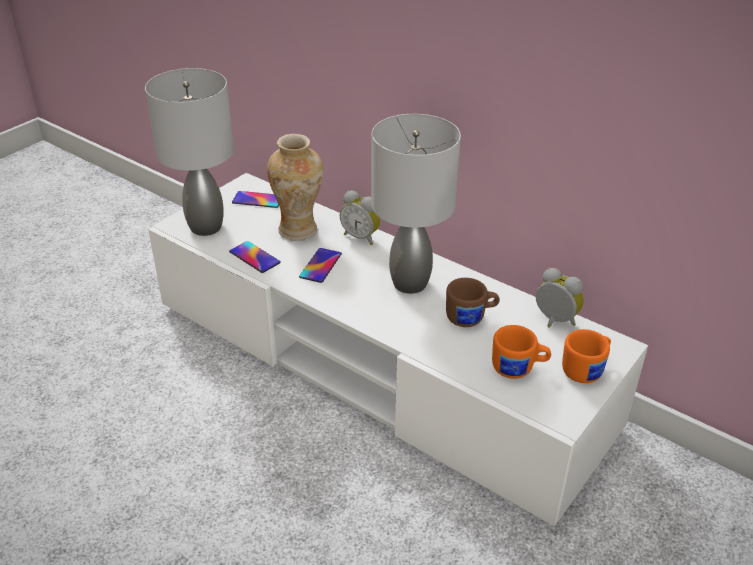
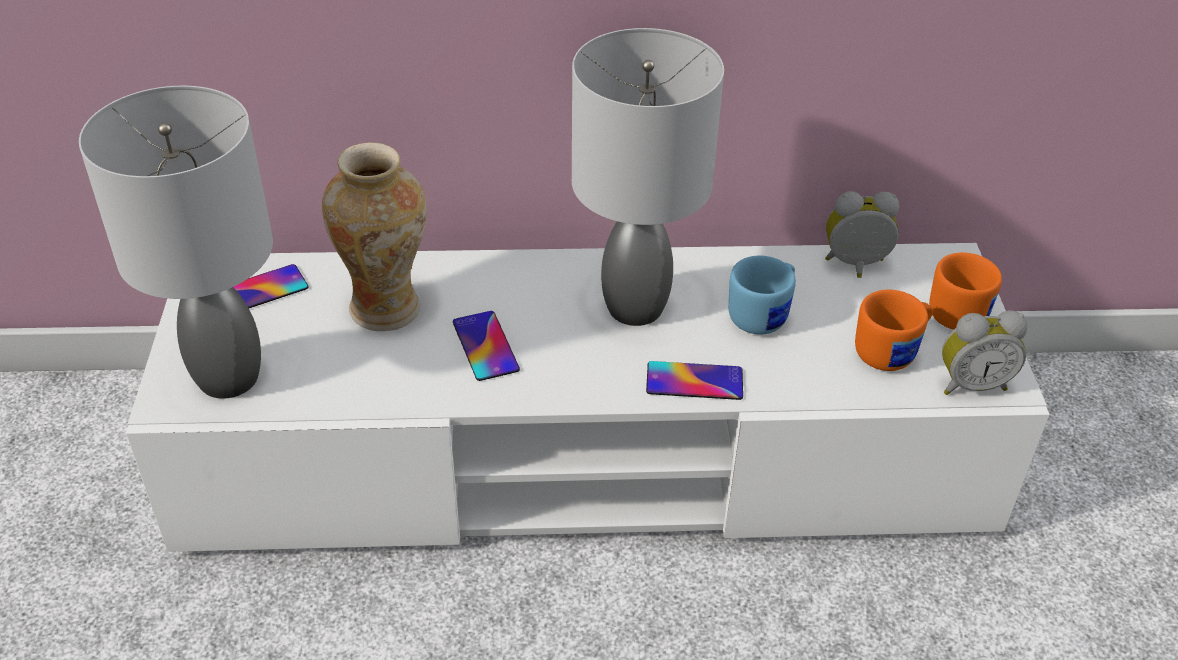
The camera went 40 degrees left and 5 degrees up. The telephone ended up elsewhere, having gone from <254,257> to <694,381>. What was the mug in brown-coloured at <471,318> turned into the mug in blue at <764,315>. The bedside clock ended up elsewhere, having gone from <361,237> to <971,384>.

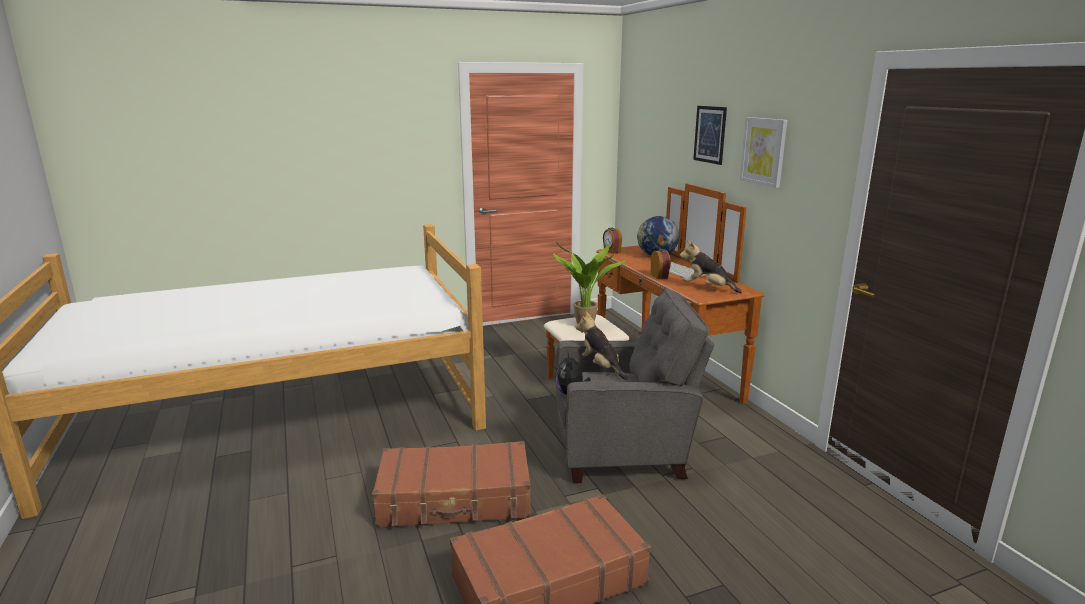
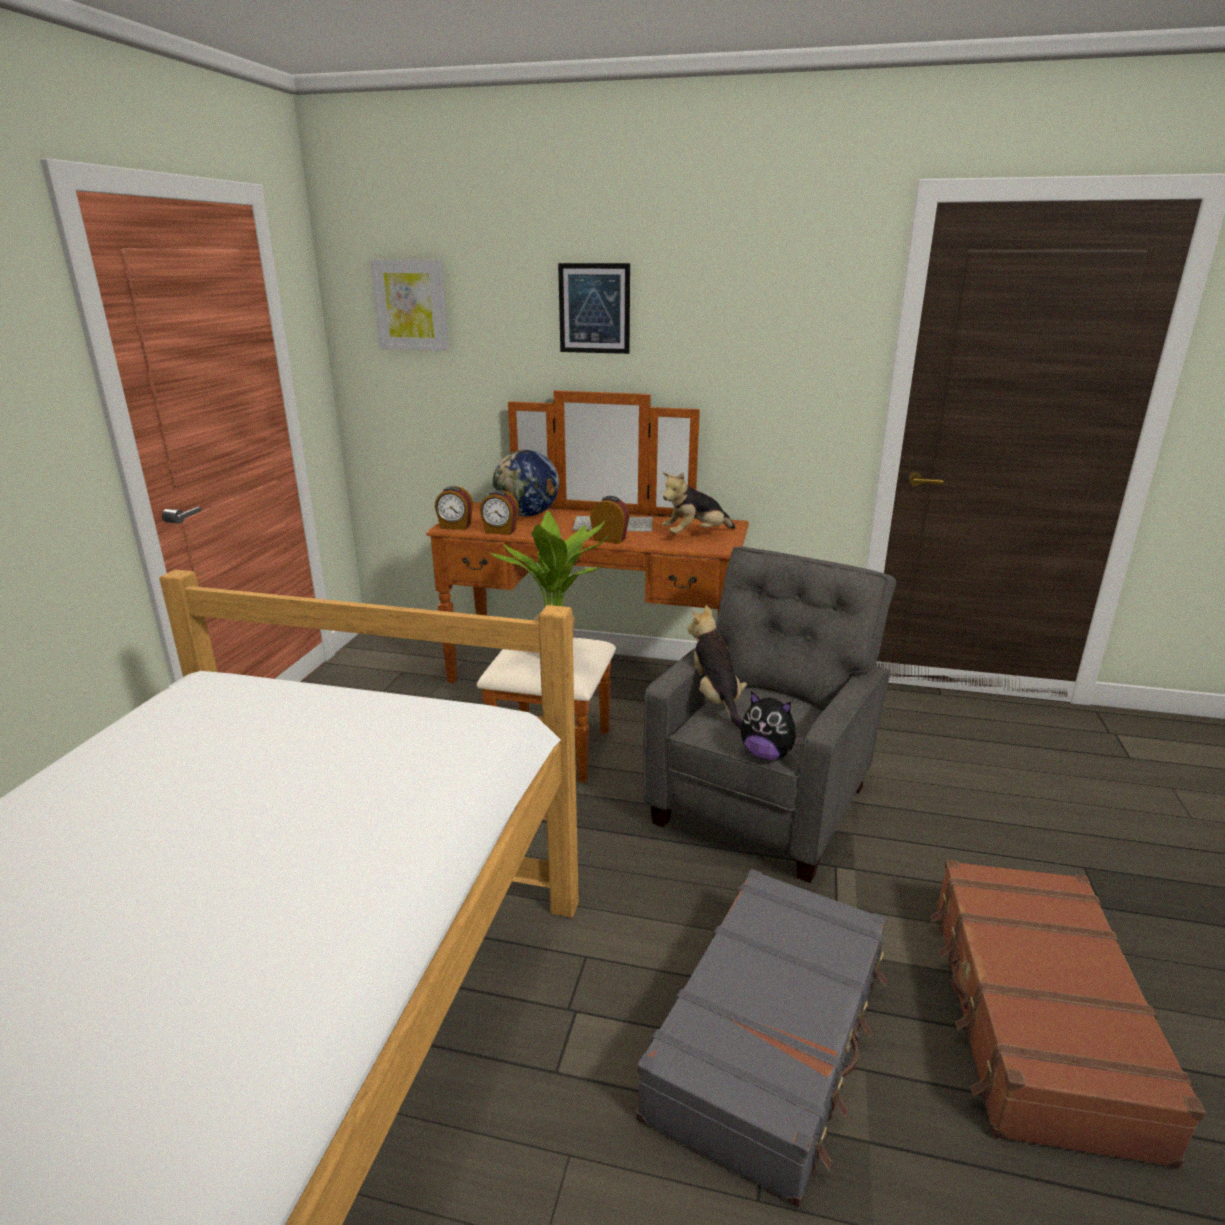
The camera went 55 degrees left and 5 degrees up. The wall art ended up elsewhere, having gone from <764,151> to <411,305>. The second view gained the bedside clock at <500,531>. What was the piece of luggage in brown-coloured at <455,500> turned into the piece of luggage in greyish at <771,1038>. The soft toy at <600,367> ended up facing another way, 75 degrees clockwise from before.

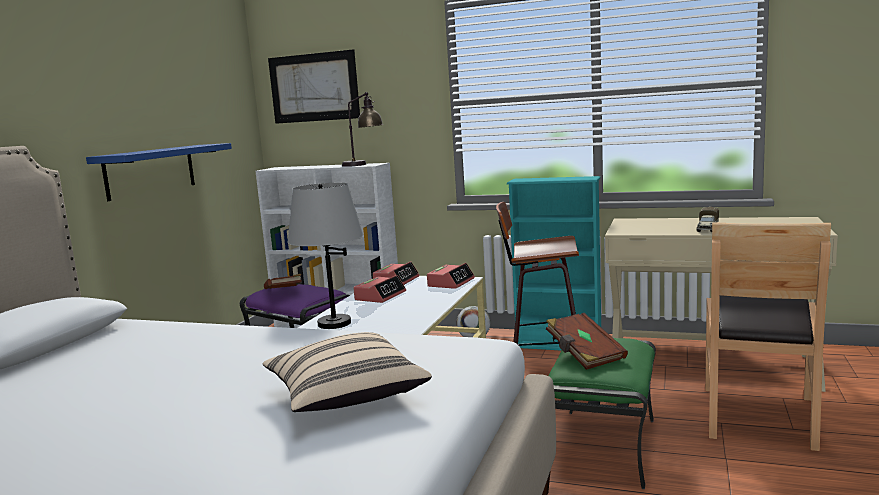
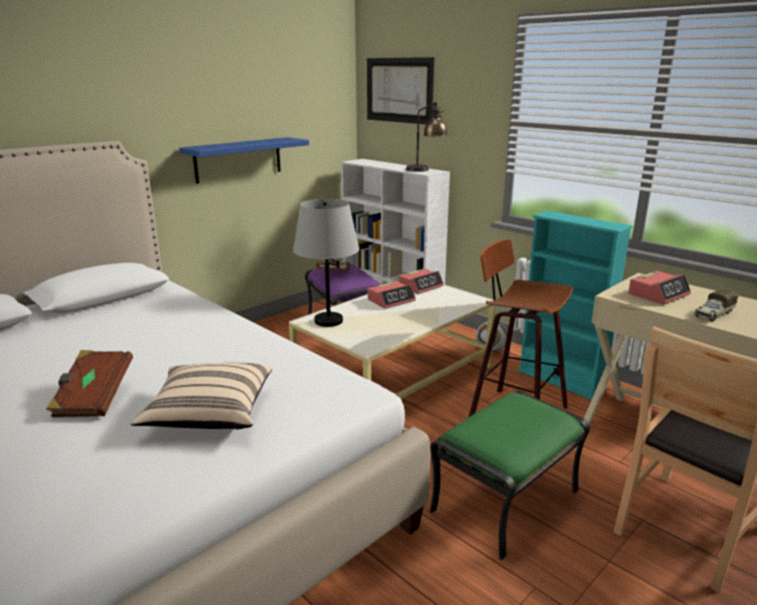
The camera went 25 degrees right and 10 degrees up. The bound book in brown-coloured ended up elsewhere, having gone from <584,355> to <93,398>. The bedside clock ended up elsewhere, having gone from <451,283> to <658,294>.

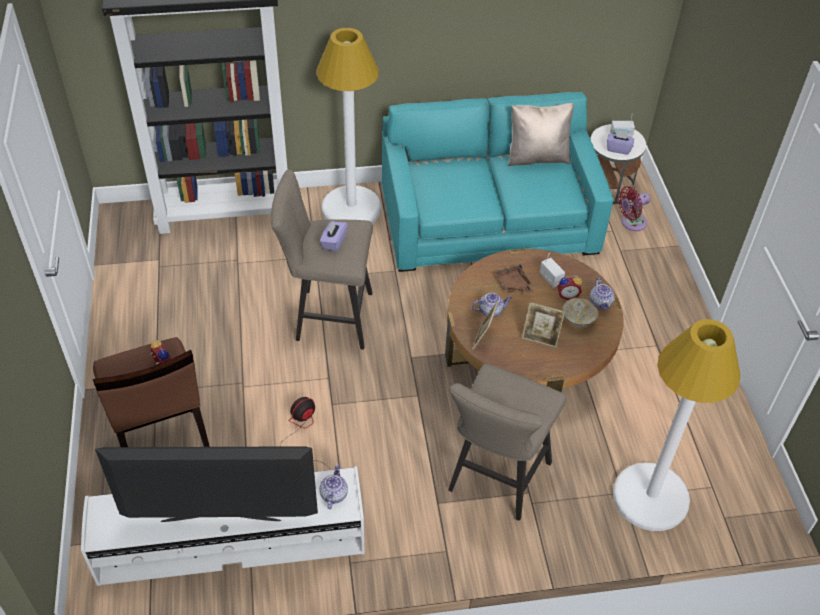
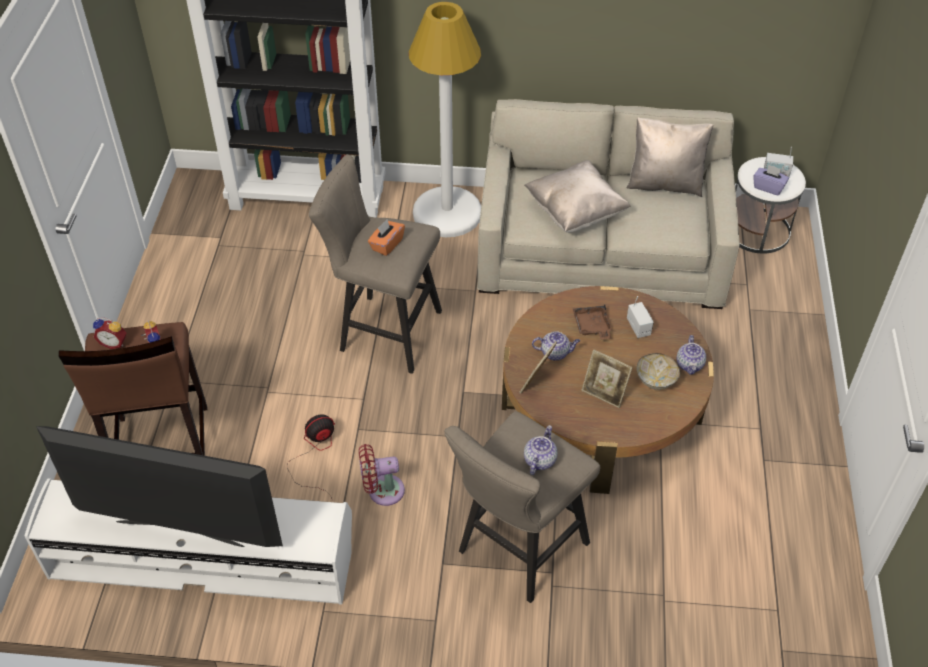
The camera went 15 degrees right and 0 degrees up. The bedside clock ended up elsewhere, having gone from <567,295> to <114,342>. The fan in red-coloured ended up elsewhere, having gone from <631,223> to <382,491>. What was the tissue holder in purple at <334,242> turned into the tissue holder in orange-coloured at <386,244>. What was the sofa in turquoise-coloured at <489,219> turned into the sofa in sand-coloured at <602,248>. The second view gained the cushion in sand-coloured at <575,212>. The teapot ended up elsewhere, having gone from <333,494> to <539,460>. The second view lost the floor lamp in white-coloured at <650,497>.

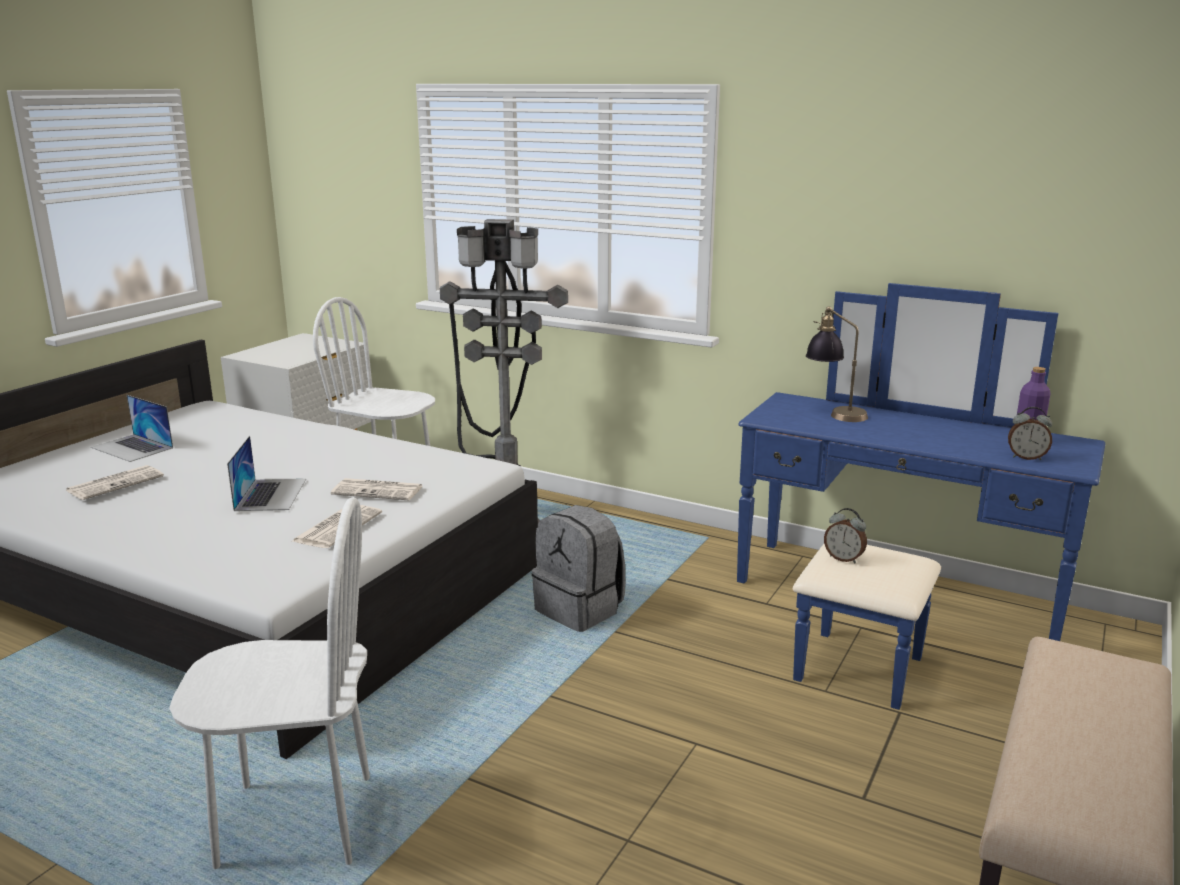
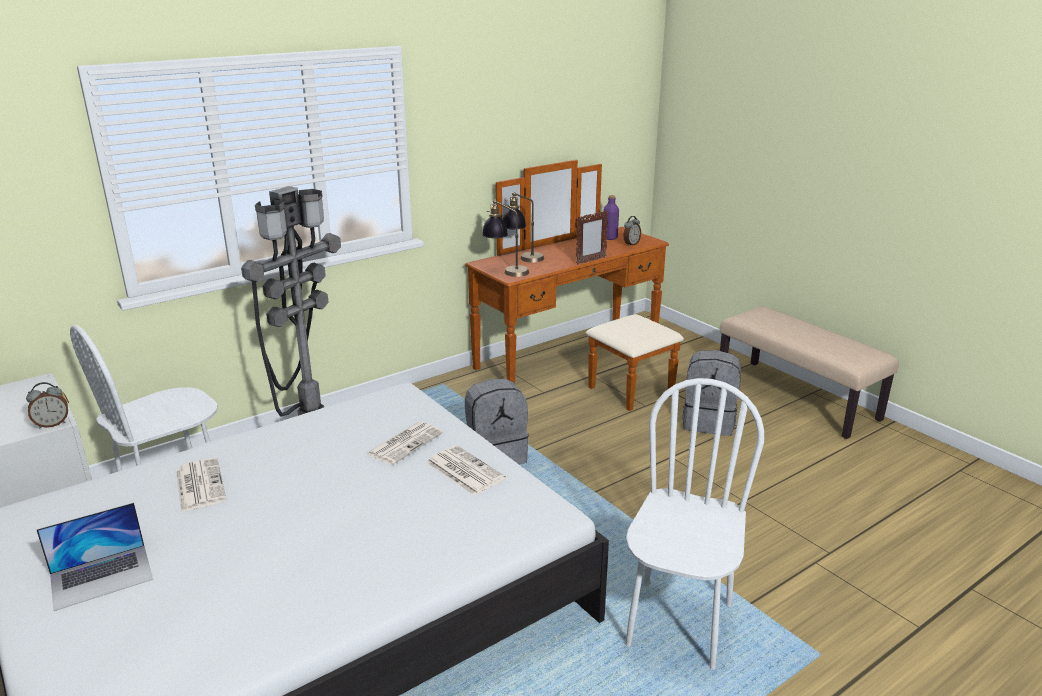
The camera went 65 degrees left and 5 degrees up. The bedside clock ended up elsewhere, having gone from <844,558> to <52,424>. The daily paper ended up elsewhere, having gone from <116,483> to <199,485>. What was the chest of drawers in blue at <890,611> turned into the chest of drawers in brown-coloured at <582,362>. The second view gained the tabletop lamp at <505,271>. The second view gained the standing frame at <590,261>. The second view gained the knapsack in greyish at <709,422>. The second view lost the laptop at <270,494>.

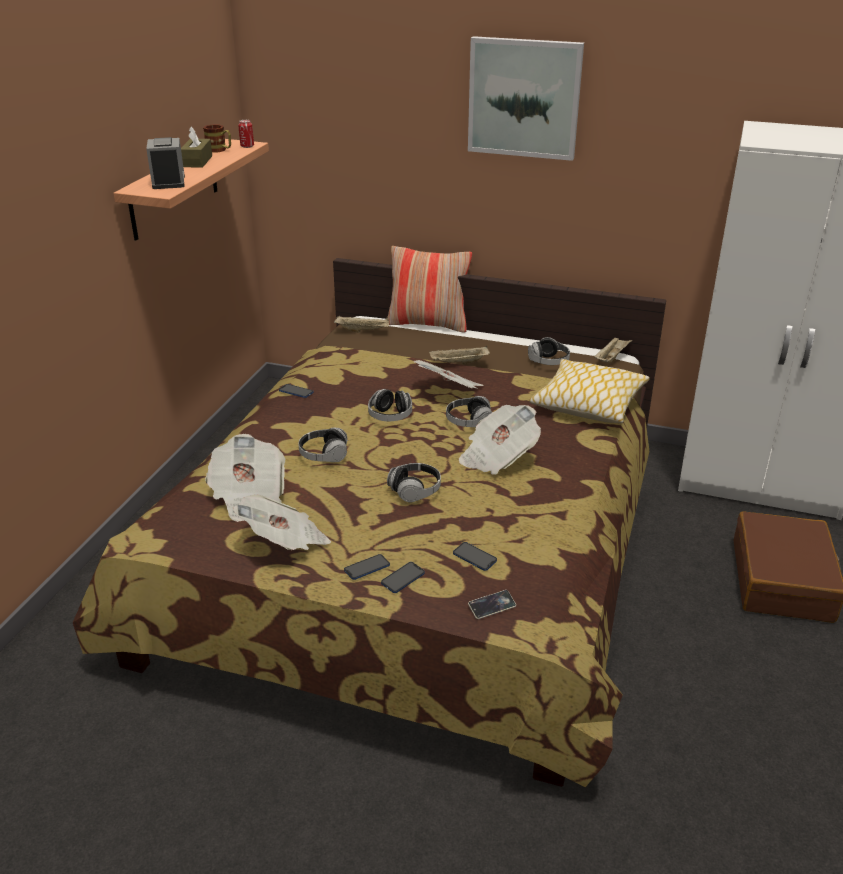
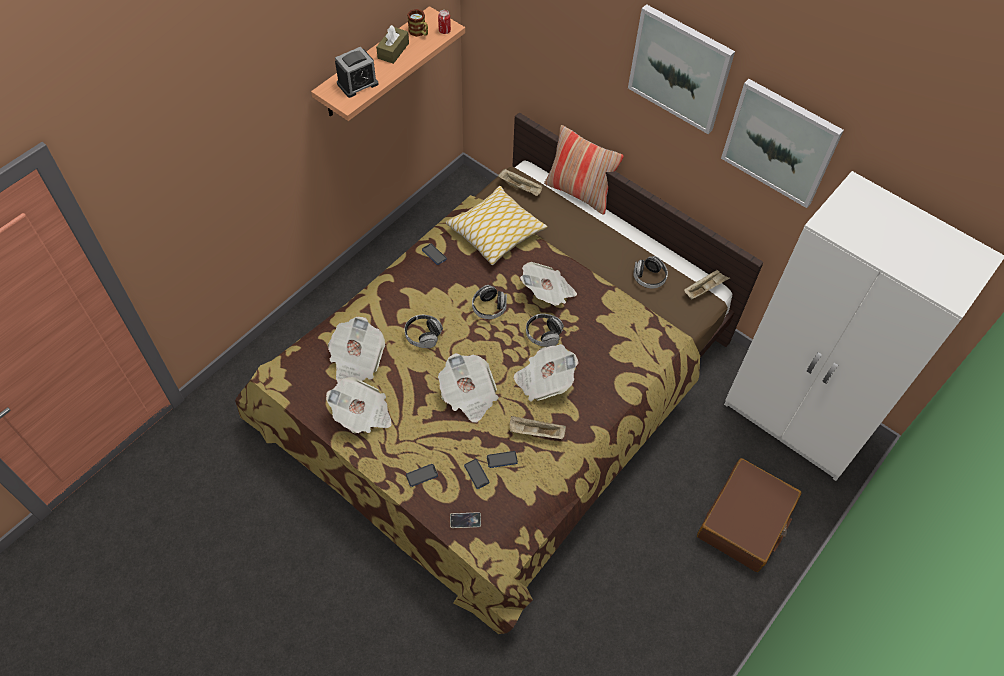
The camera went 20 degrees right and 25 degrees up. The bedside clock at <168,181> ended up facing another way, 45 degrees clockwise from before. Where the pair of headphones stood at <415,491>, the daily paper came to stand at <468,395>. The cushion ended up elsewhere, having gone from <588,403> to <496,232>. The telephone ended up elsewhere, having gone from <367,568> to <502,459>. The serving tray in sand-coloured ended up elsewhere, having gone from <459,363> to <535,433>. The second view gained the wall art at <780,142>.

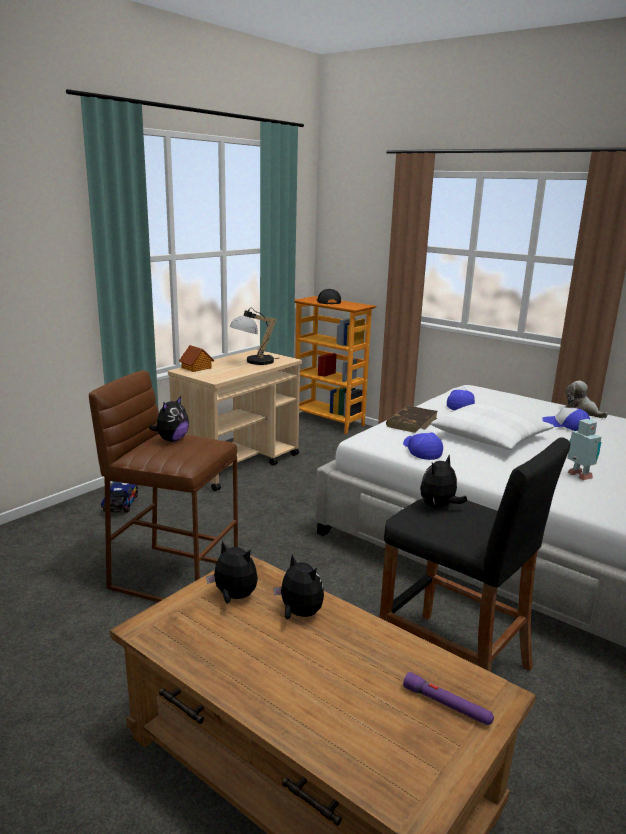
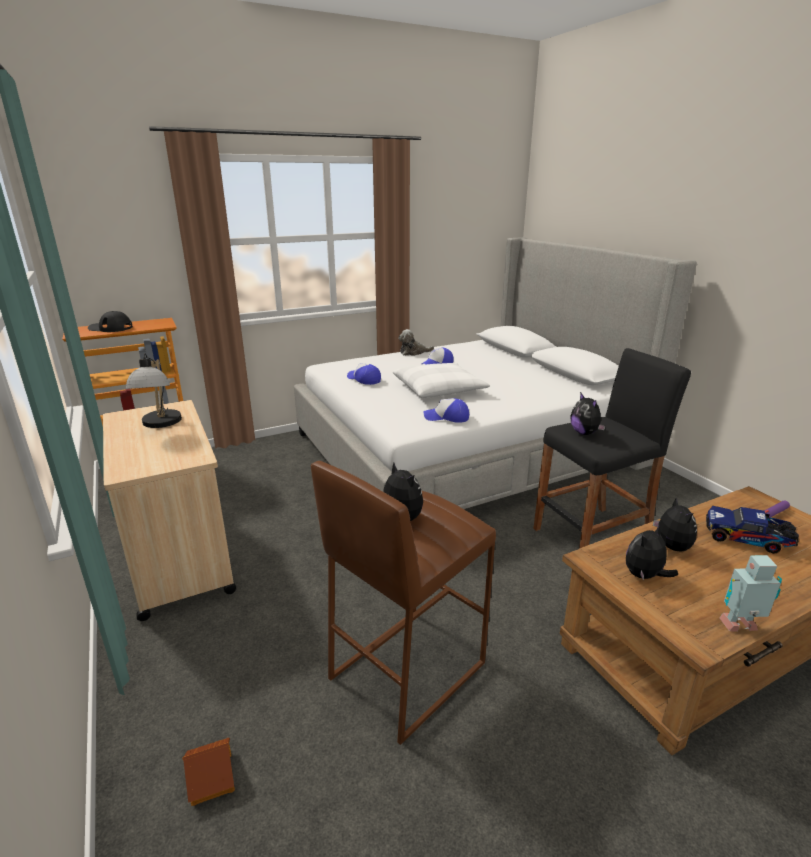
The camera went 65 degrees left and 5 degrees up. The model house ended up elsewhere, having gone from <196,368> to <213,777>. The soft toy at <299,614> ended up facing another way, 105 degrees clockwise from before. The model truck ended up elsewhere, having gone from <120,506> to <747,539>. The robot figure ended up elsewhere, having gone from <579,476> to <740,627>. The second view lost the bound book in brown-coloured at <412,422>.

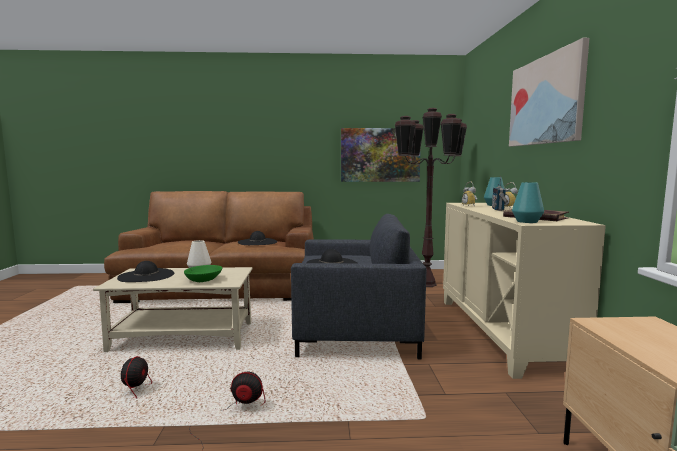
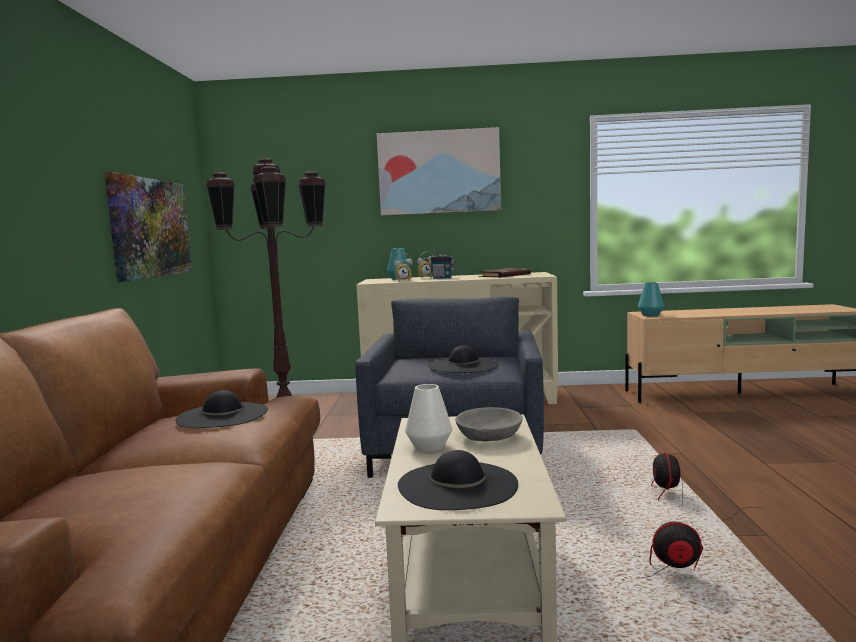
The camera went 85 degrees left and 0 degrees up. What was the bowl in green-coloured at <203,280> turned into the bowl in greyish at <489,436>. The vase in turquoise-coloured ended up elsewhere, having gone from <527,221> to <650,315>.

